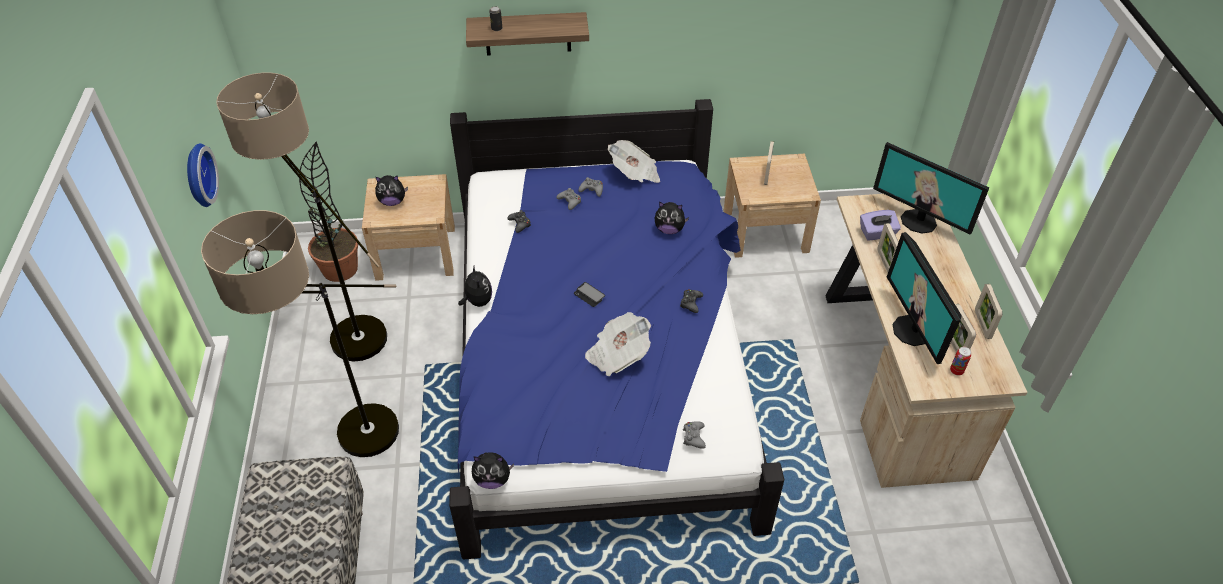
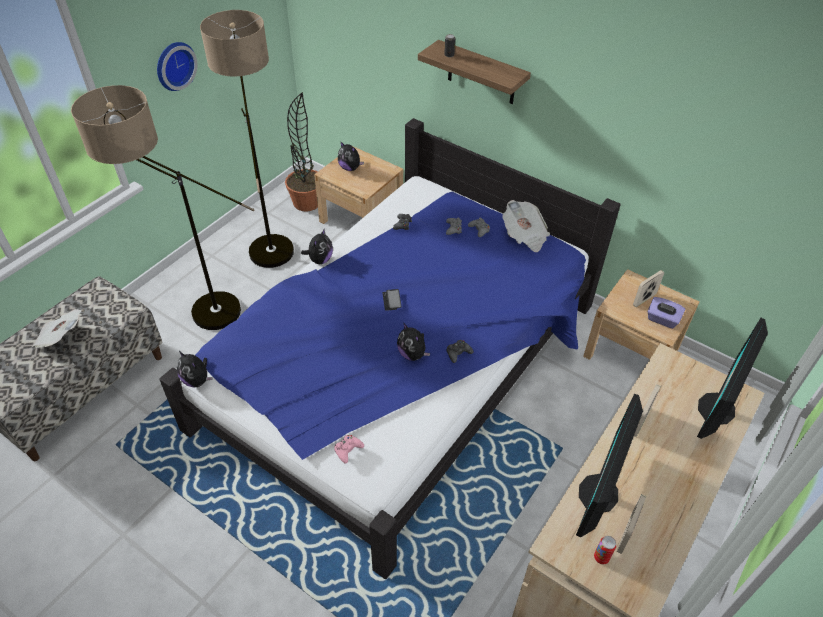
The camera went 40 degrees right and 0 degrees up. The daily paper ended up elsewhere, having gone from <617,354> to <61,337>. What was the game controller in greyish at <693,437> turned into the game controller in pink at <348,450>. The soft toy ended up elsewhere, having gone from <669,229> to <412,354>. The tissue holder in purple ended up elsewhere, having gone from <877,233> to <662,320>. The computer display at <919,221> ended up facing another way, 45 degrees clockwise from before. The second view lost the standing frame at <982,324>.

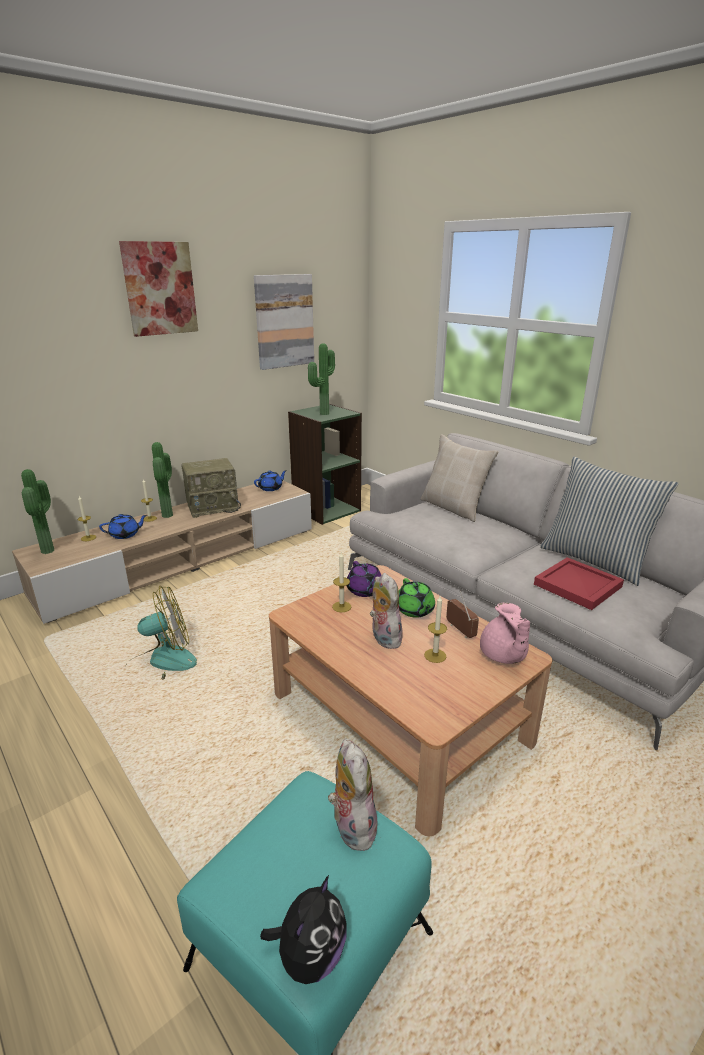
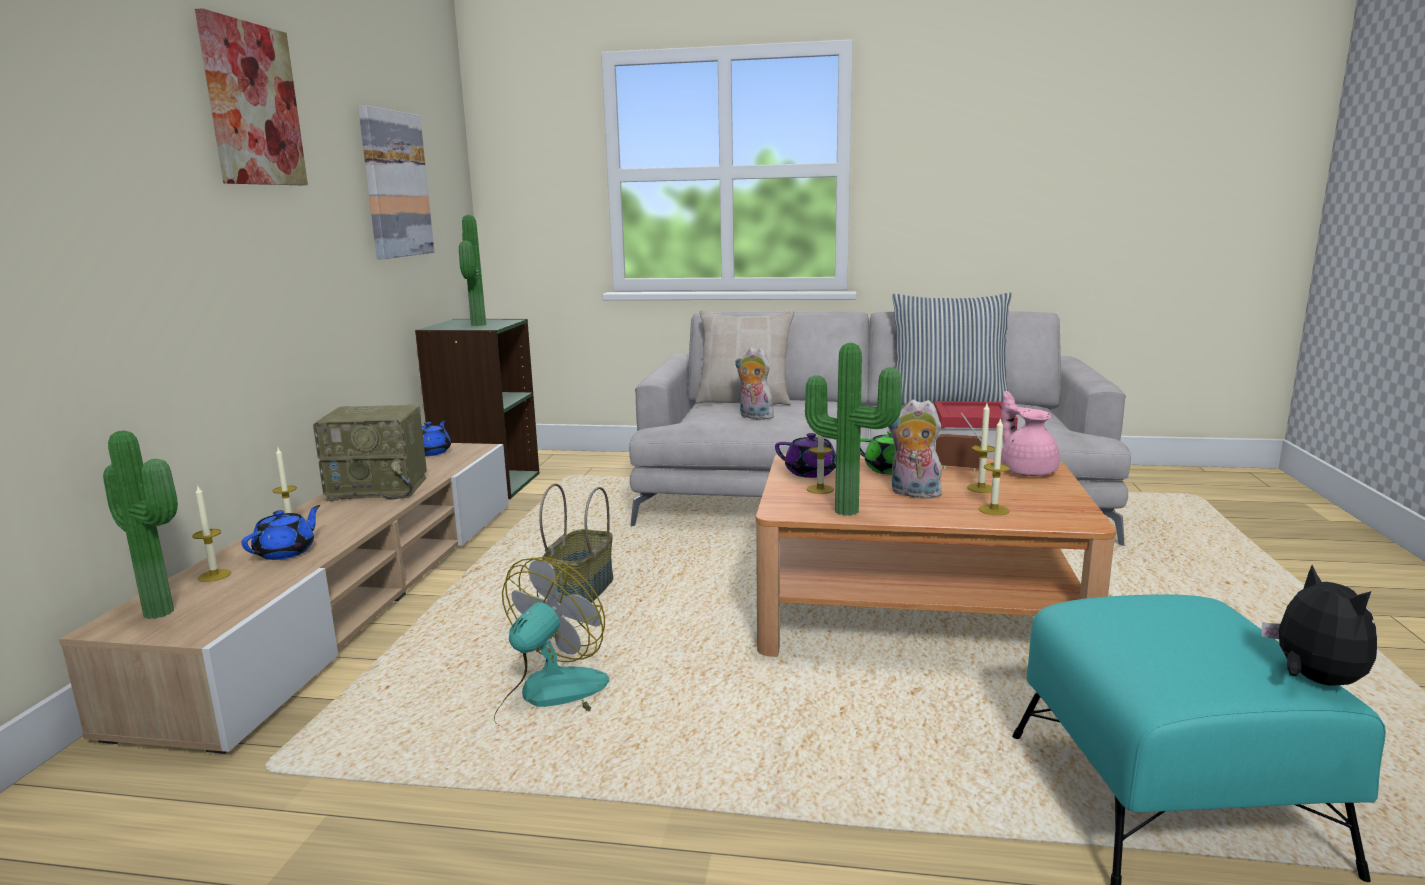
The camera went 40 degrees left and 10 degrees down. The radio at <213,507> ended up facing another way, 60 degrees clockwise from before. The second view gained the basket at <580,591>. The soft toy ended up elsewhere, having gone from <351,826> to <754,417>. The potted plant ended up elsewhere, having gone from <169,515> to <848,510>. The second view gained the wax light at <993,510>. The teapot in pink at <503,656> ended up facing another way, 150 degrees counterclockwise from before.

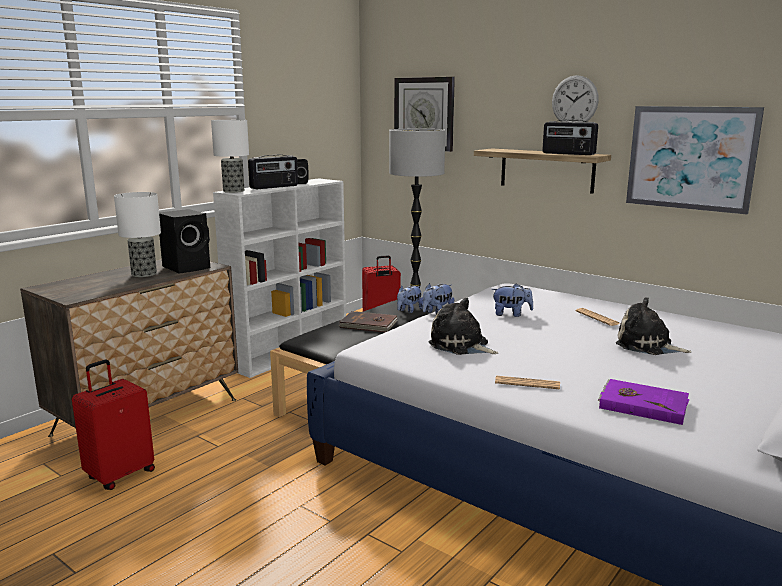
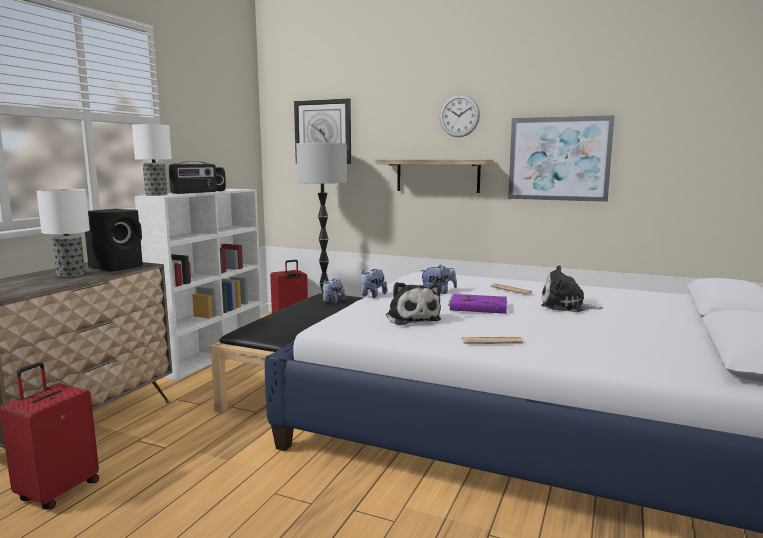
The camera went 15 degrees left and 5 degrees down. The soft toy at <461,345> ended up facing another way, 135 degrees counterclockwise from before. The bound book in purple ended up elsewhere, having gone from <642,404> to <478,306>. The second view lost the bound book in brown-coloured at <368,325>. The second view lost the radio at <568,154>.

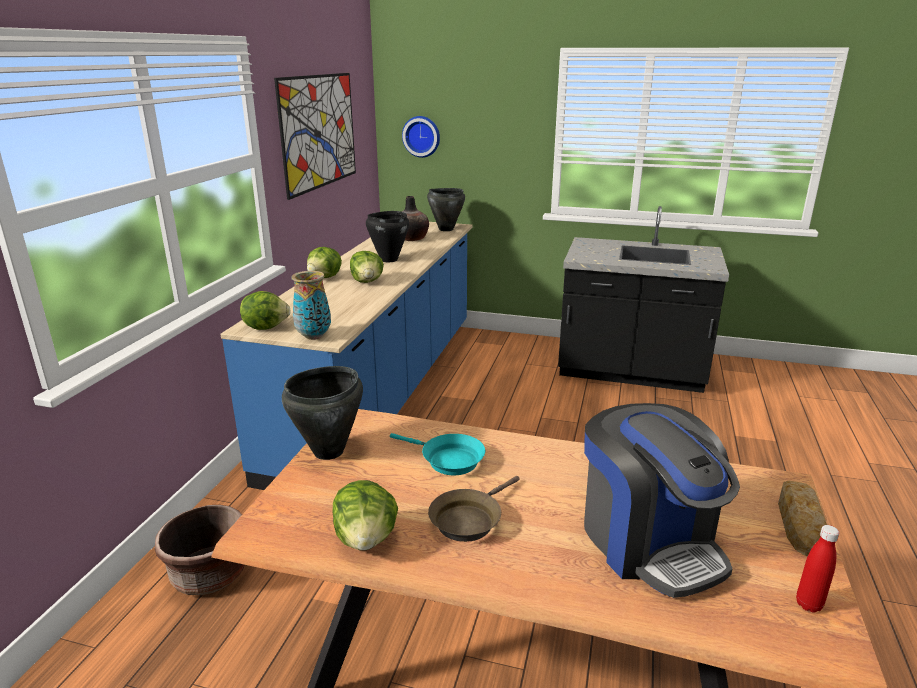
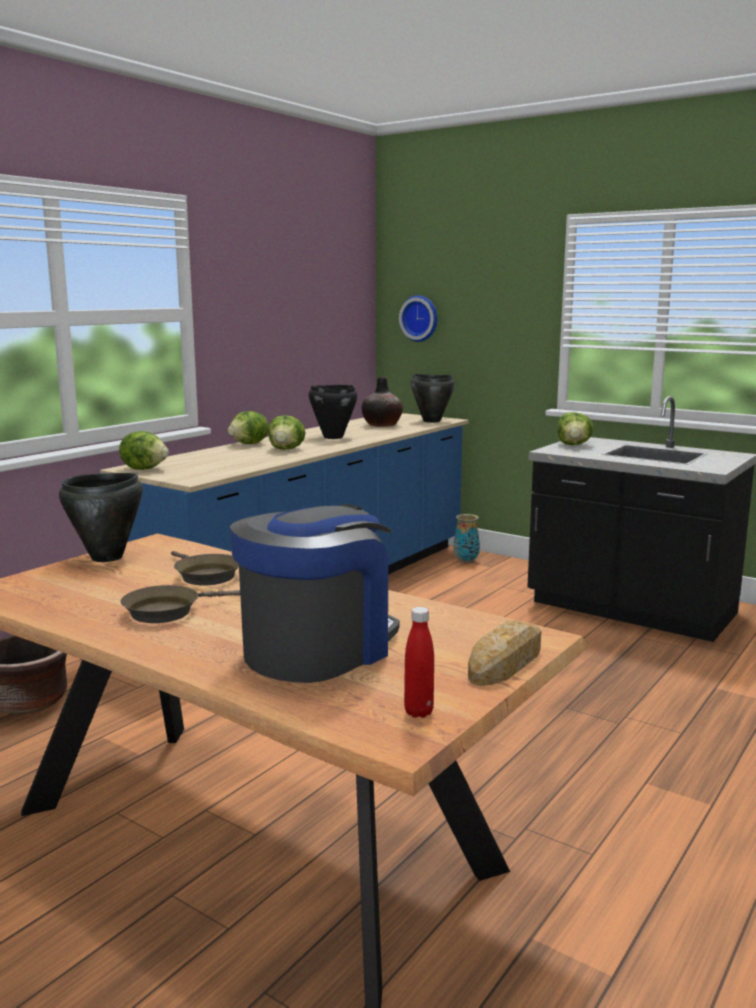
The camera went 20 degrees right and 10 degrees down. What was the skillet in turquoise-coloured at <448,460> turned into the skillet in brown-coloured at <205,575>. The coffee maker at <649,541> ended up facing another way, 135 degrees counterclockwise from before. The vase ended up elsewhere, having gone from <314,336> to <466,561>. The lettuce head ended up elsewhere, having gone from <366,539> to <574,445>. The second view lost the wall art at <319,131>.

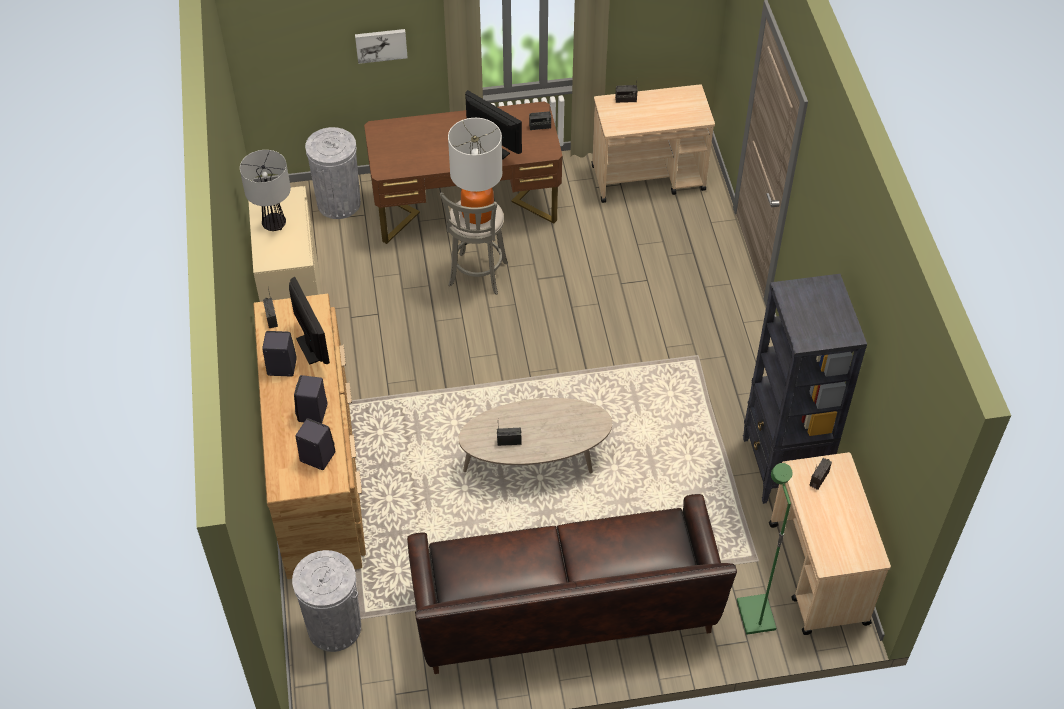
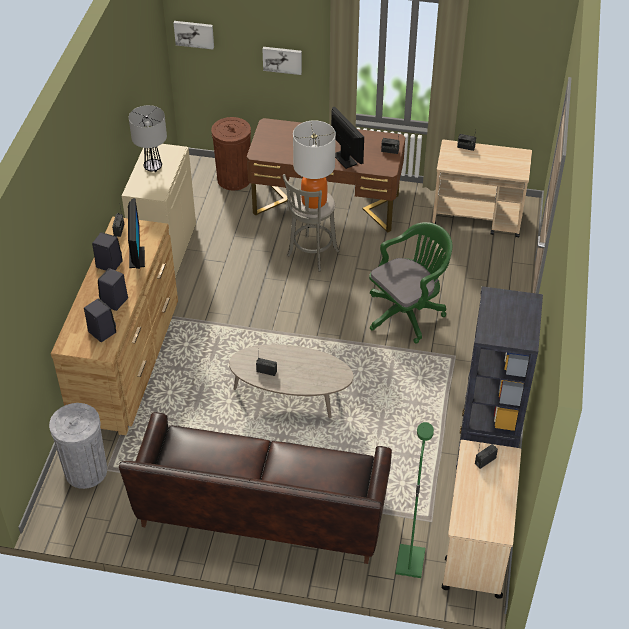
The camera went 20 degrees right and 5 degrees down. The second view gained the wall art at <194,34>. What was the waste bin in greyish at <339,203> turned into the waste bin in brown-coloured at <234,179>. The second view gained the computer chair in green-coloured at <408,312>.

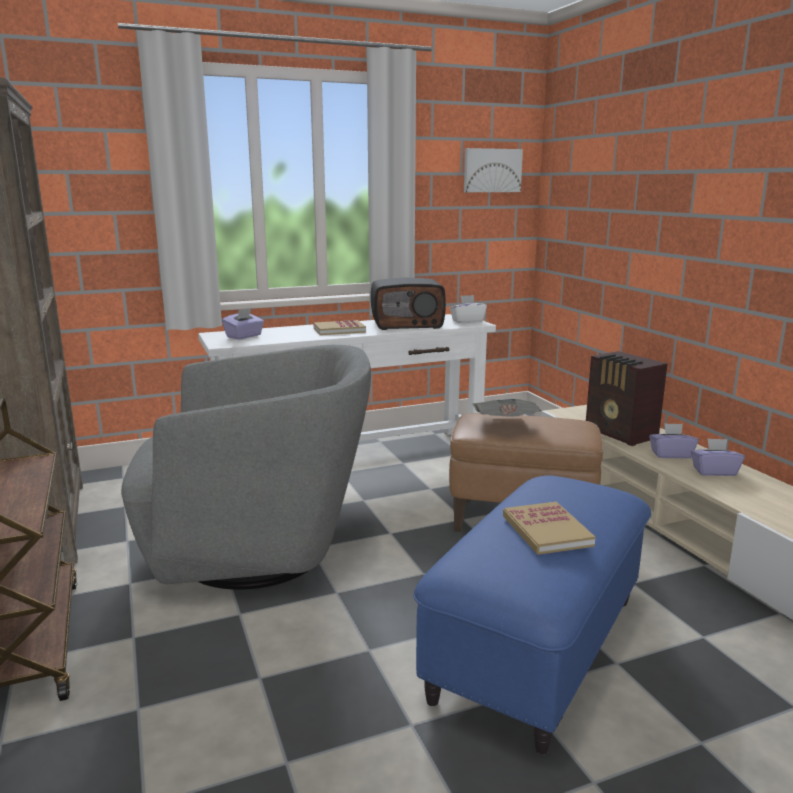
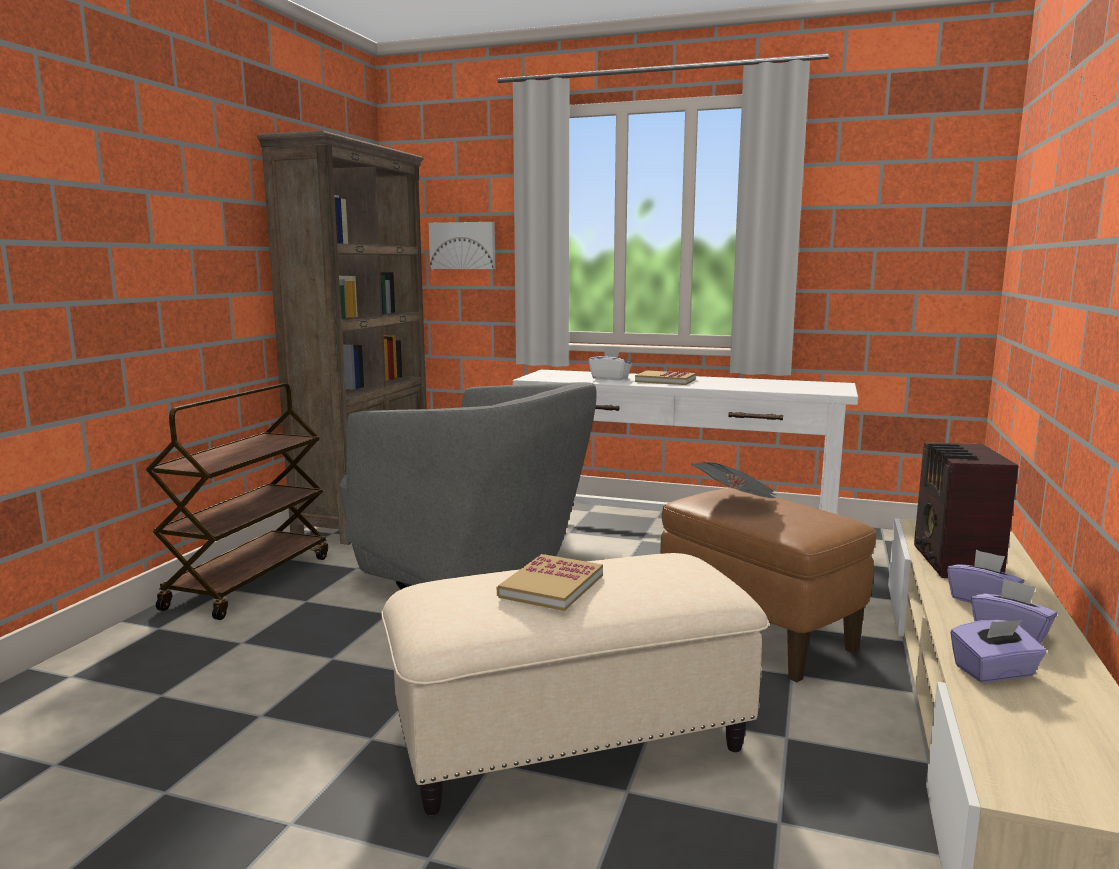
The camera went 40 degrees right and 5 degrees down. What was the pouffe in blue at <539,649> turned into the pouffe in sand-coloured at <571,742>. The wall art ended up elsewhere, having gone from <491,170> to <463,245>. The tissue holder in white-coloured ended up elsewhere, having gone from <467,321> to <610,378>. The tissue holder in purple ended up elsewhere, having gone from <244,336> to <994,672>. The second view lost the radio at <407,324>.

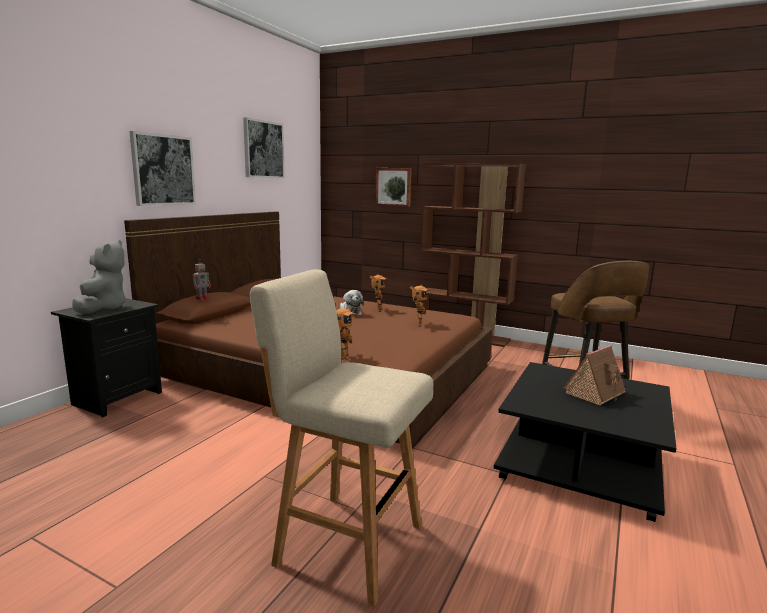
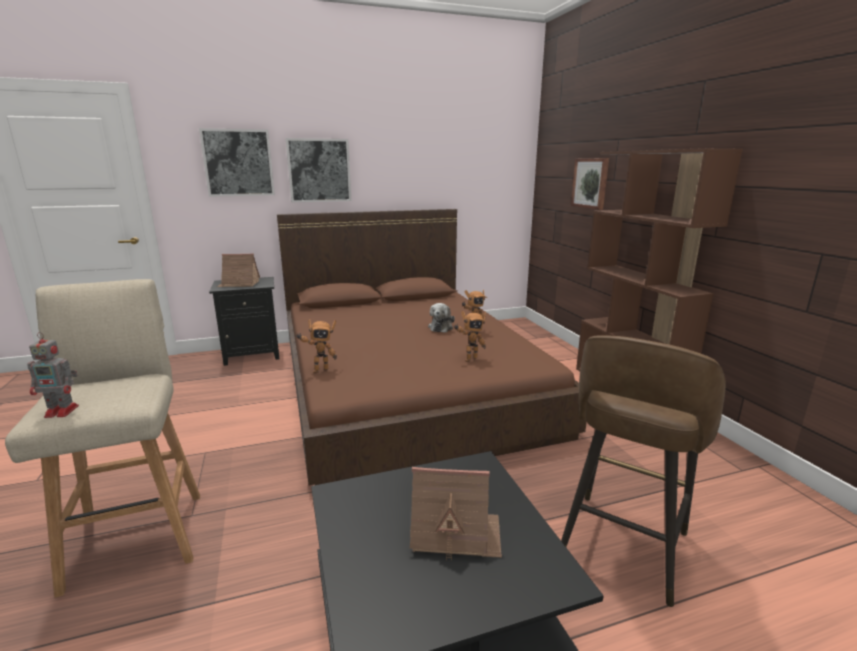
The camera went 45 degrees right and 5 degrees up. The robot figure ended up elsewhere, having gone from <202,298> to <63,411>. The wall art ended up elsewhere, having gone from <263,149> to <238,163>. Where the soft toy in greyish stood at <103,308>, the model house came to stand at <239,284>.

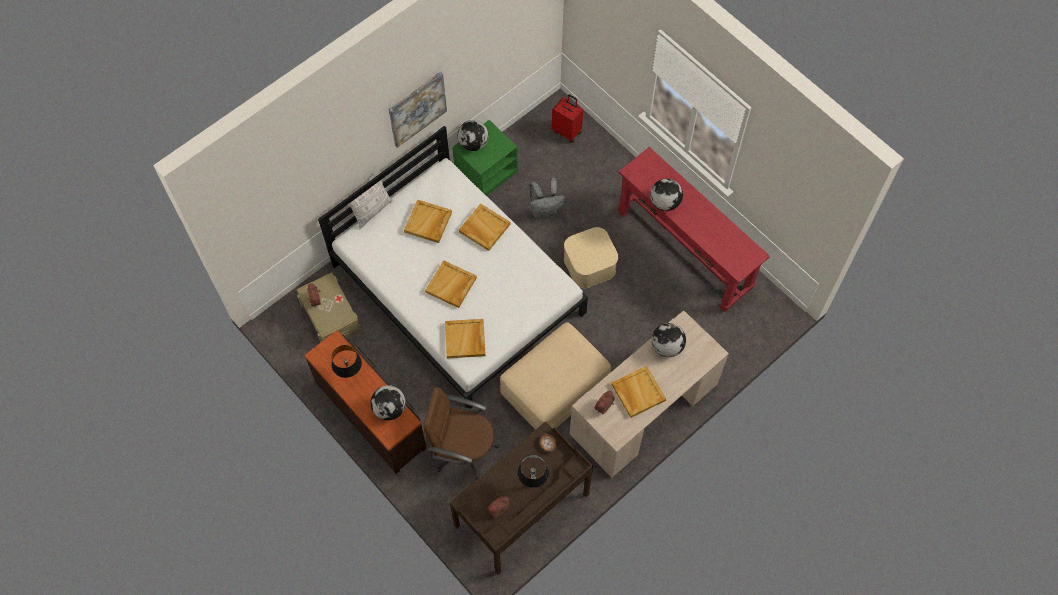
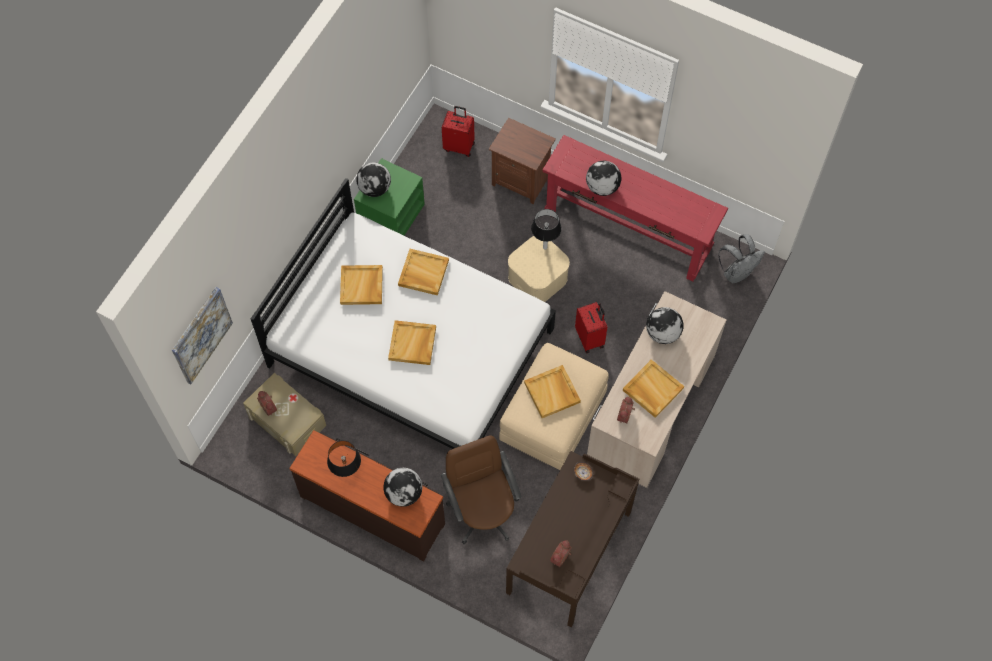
The camera went 20 degrees left and 0 degrees up. The wall art ended up elsewhere, having gone from <417,108> to <201,335>. The computer chair in brown-coloured at <463,449> ended up facing another way, 75 degrees clockwise from before. The second view gained the nightstand in brown-coloured at <521,180>. The serving tray in sand-coloured ended up elsewhere, having gone from <465,339> to <552,392>. The tabletop lamp ended up elsewhere, having gone from <533,484> to <545,247>. The second view gained the piece of luggage in red-coloured at <590,338>. The knapsack in greyish ended up elsewhere, having gone from <545,211> to <737,272>. The second view lost the cushion at <372,211>.

